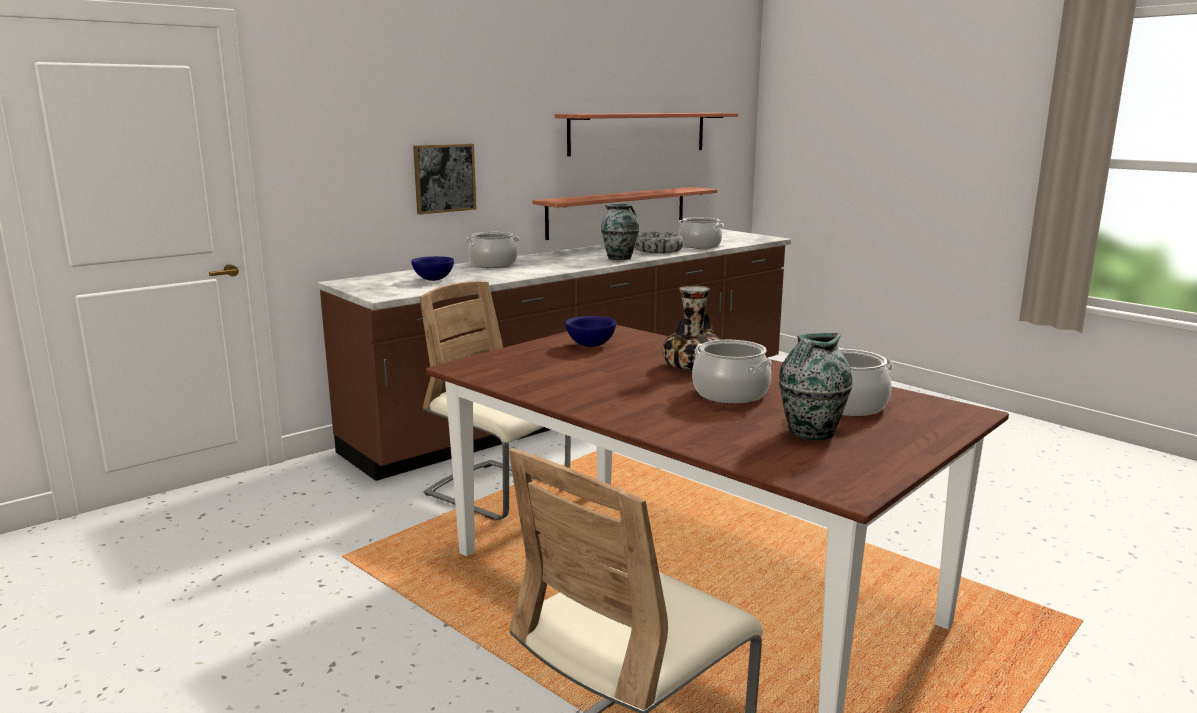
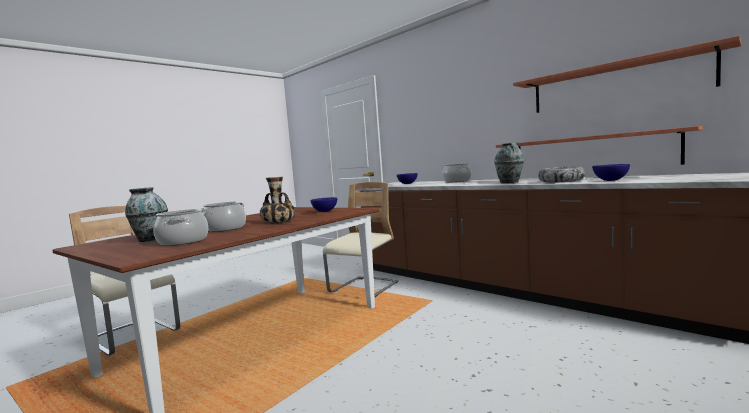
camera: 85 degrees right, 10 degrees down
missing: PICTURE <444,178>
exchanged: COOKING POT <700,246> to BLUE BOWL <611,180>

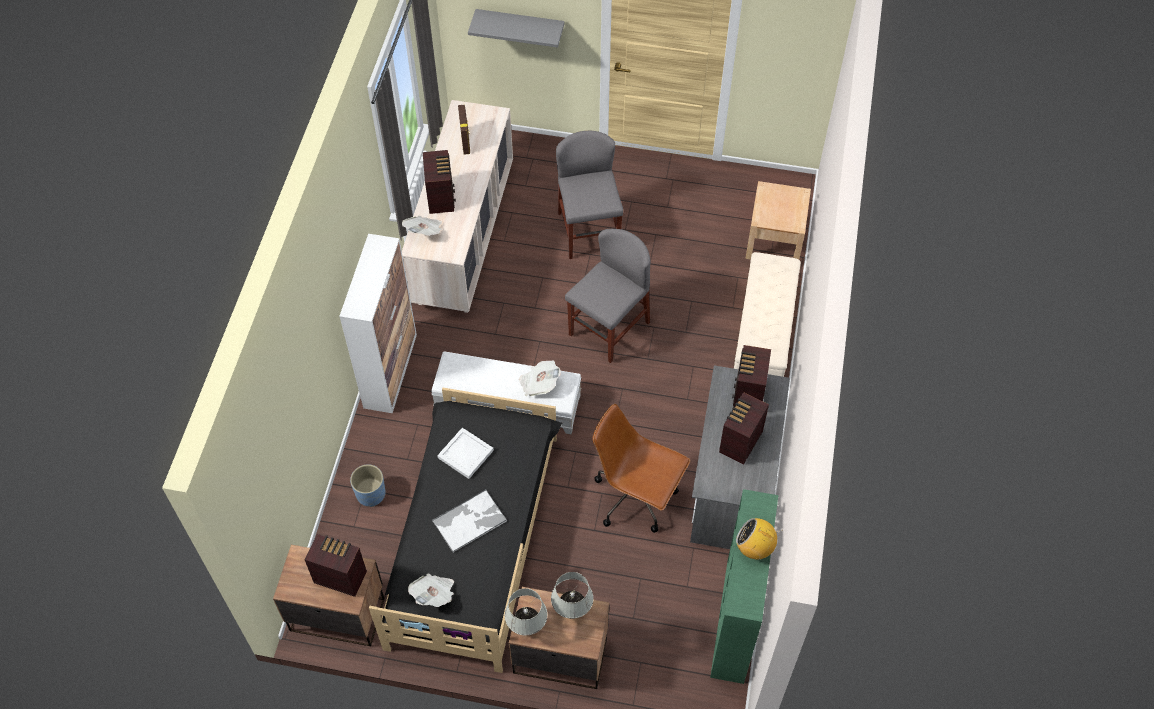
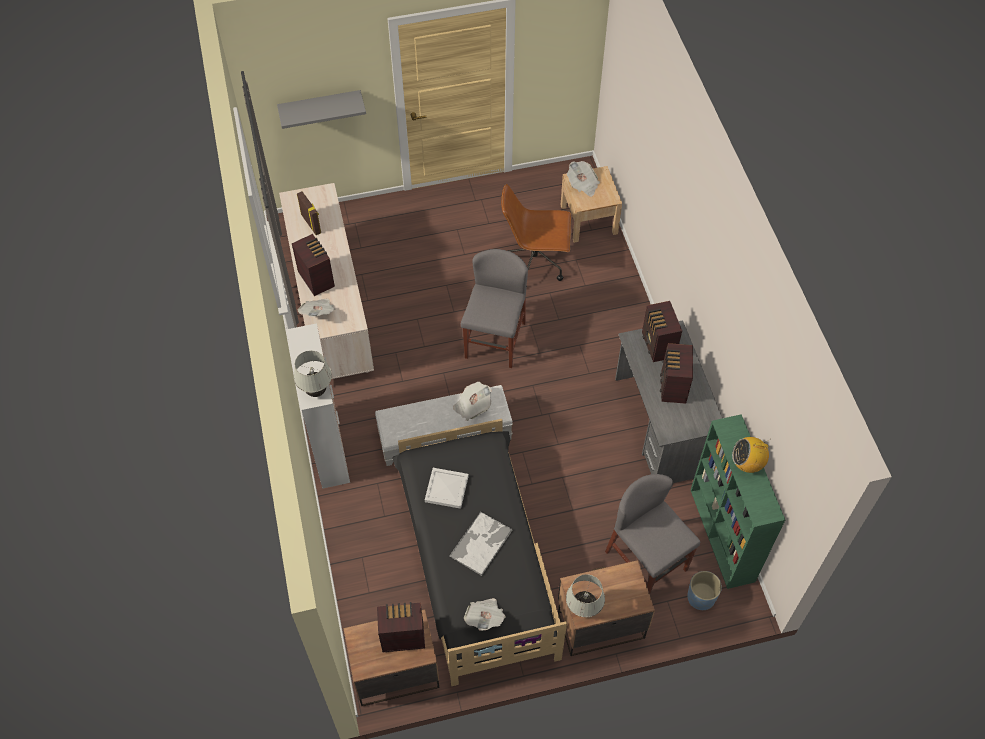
camera: 25 degrees left, 0 degrees up
missing: BEIGE BENCH <762,339>
appeared: NEWSPAPER <582,185>
relocated: GREY CHAIR <588,232> to <646,561>; BROWN OFFICE CHAIR <636,497> to <535,263>; BLUE PLANTER <370,494> to <700,597>; WHITE TABLE LAMP <572,611> to <316,391>

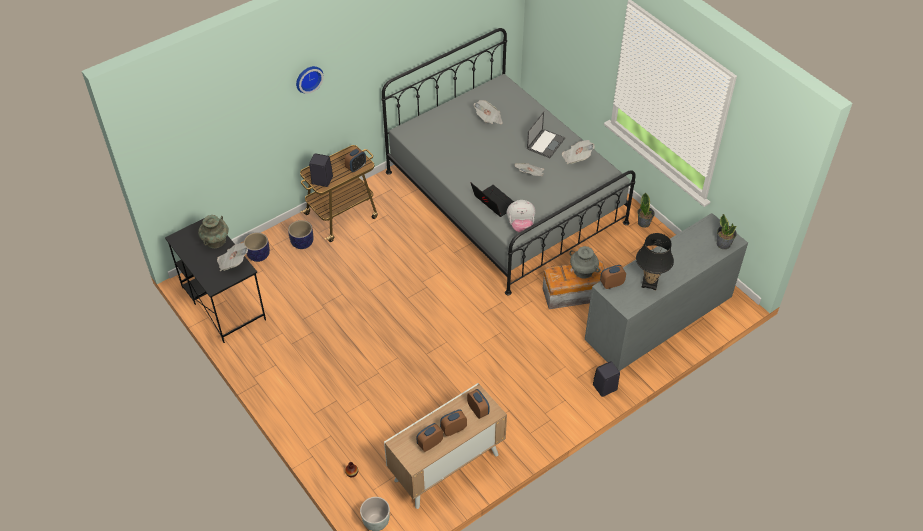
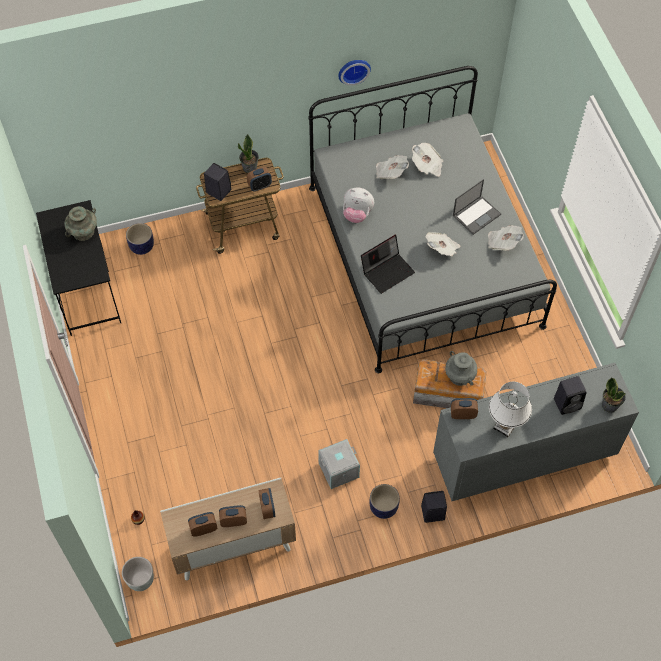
camera: 20 degrees right, 10 degrees up
appeared: BLACK SPEAKER <568,403>; GREY STORAGE BOX <338,471>
relocated: WALL CLOCK <308,78> to <353,70>; POTTED PLANT <644,223> to <250,168>; PLUSH TOY <520,226> to <357,214>; PLANTER <302,243> to <383,508>; NEWSPAPER <233,262> to <390,172>
colour: BLACK TABLE LAMP <650,283> to WHITE TABLE LAMP <505,427>
spun: LAPTOP <493,203> = <387,271> 75 degrees clockwise

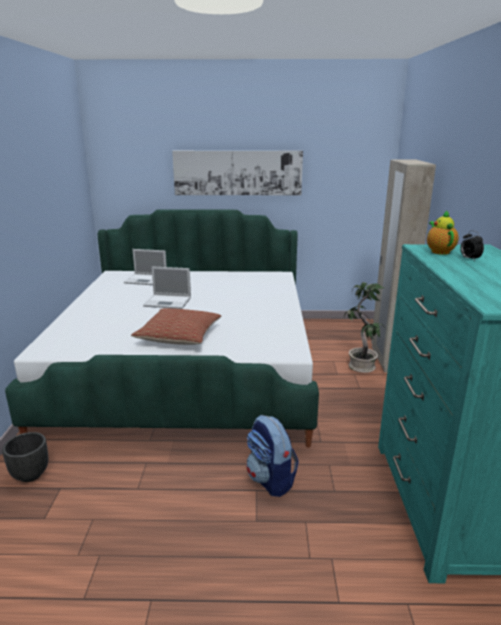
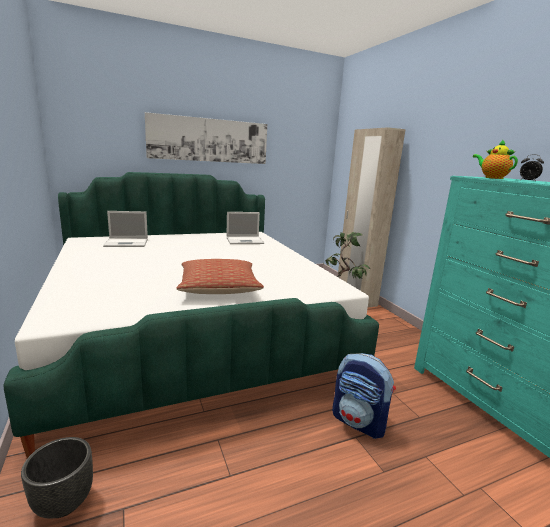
camera: 25 degrees left, 5 degrees down
relocated: LAPTOP <168,302> to <245,240>

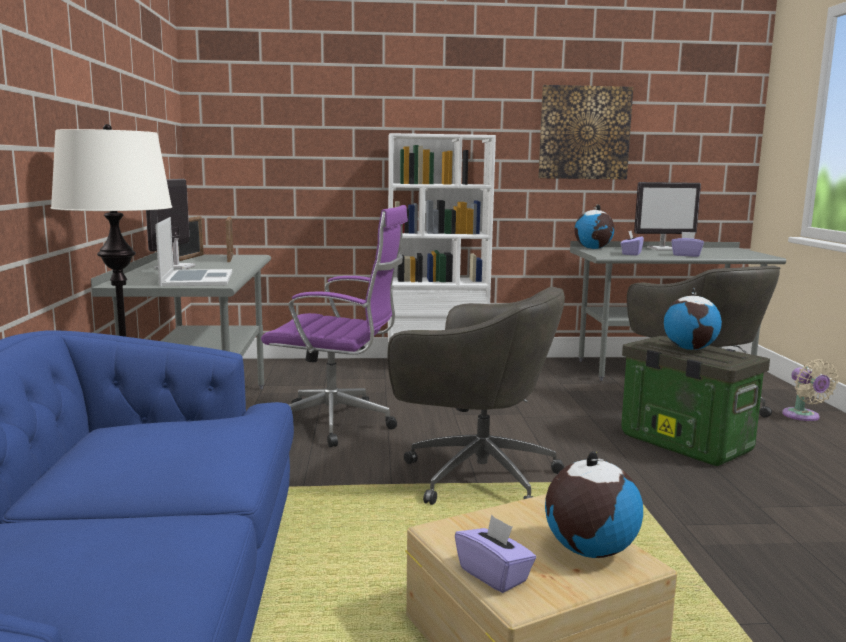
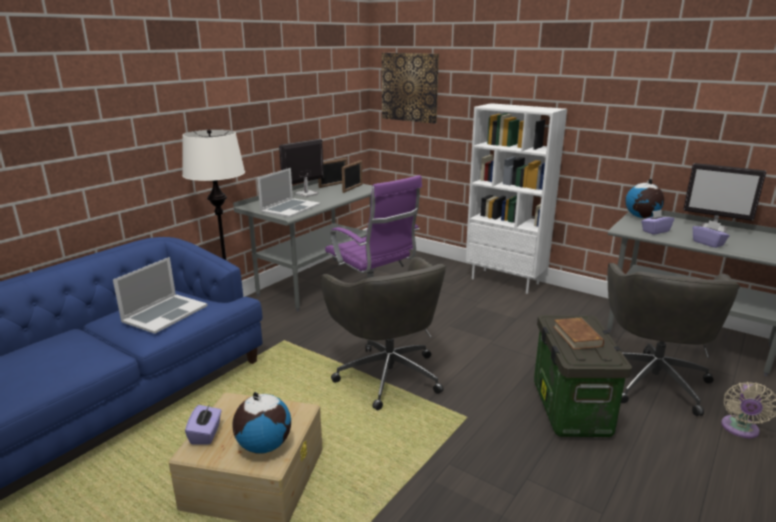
camera: 40 degrees right, 10 degrees up
appeared: LAPTOP <165,313>
relocated: PICTURE <584,133> to <410,87>
exchanged: GLOBE <690,348> to BROWN BOOK <577,336>

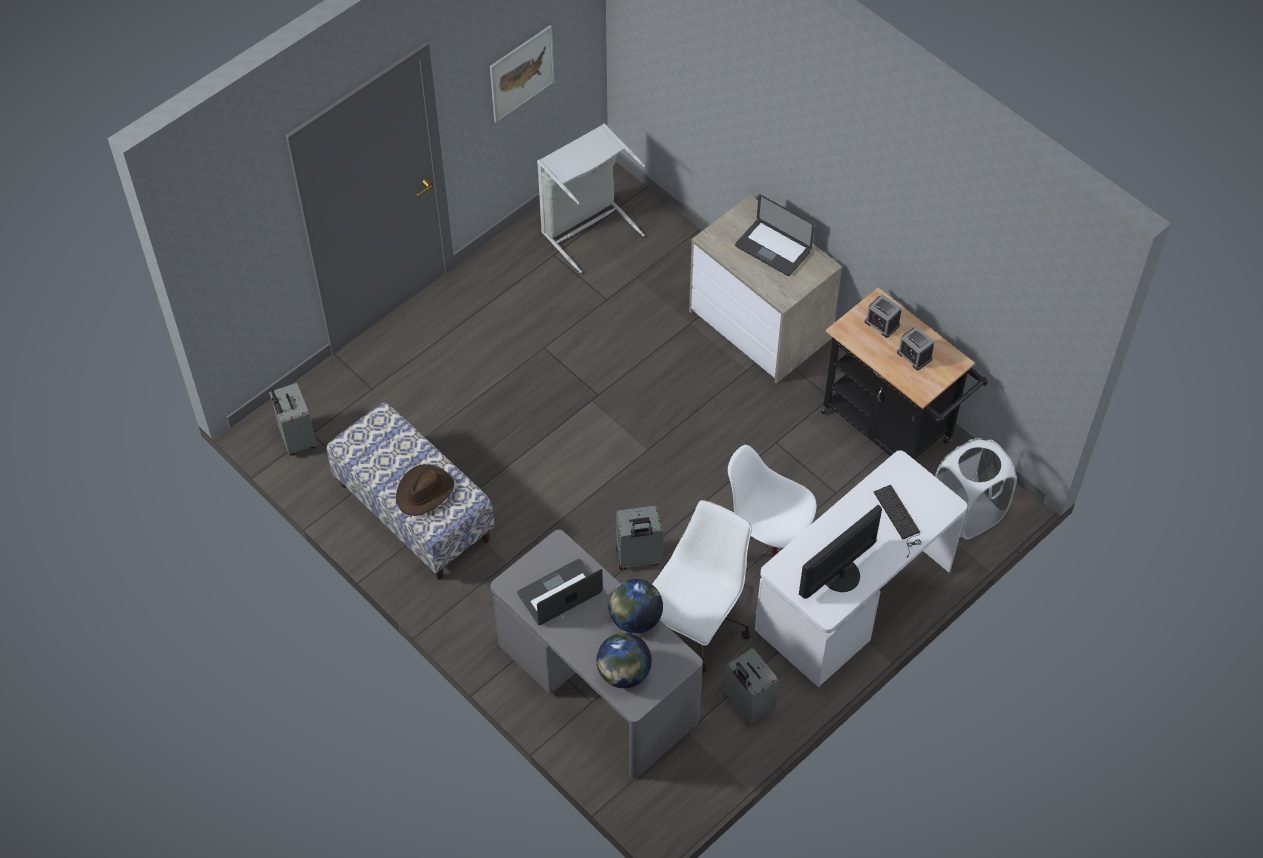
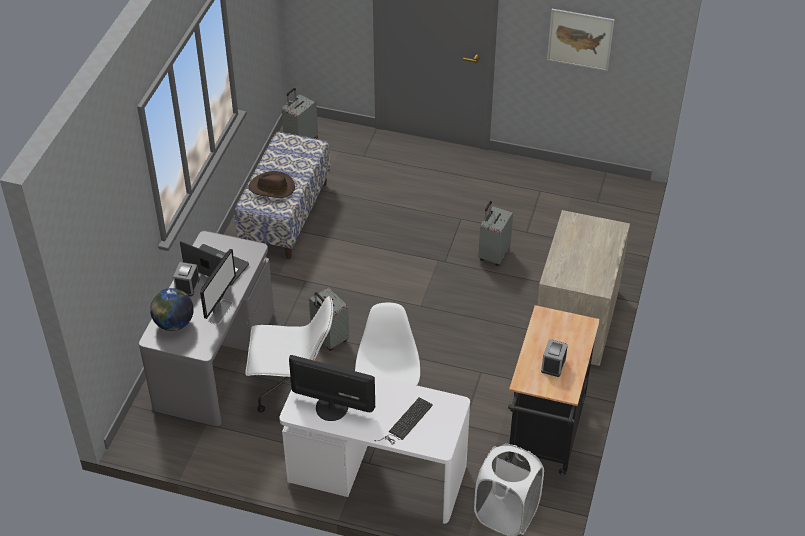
camera: 60 degrees right, 10 degrees down
missing: GREY LAUNDRY BASKET <587,227>; LAPTOP <773,249>
relocated: ALARM CLOCK <882,323> to <187,286>; GREY SUITCASE <747,704> to <493,254>
exchanged: GLOBE <635,619> to MONITOR <221,311>

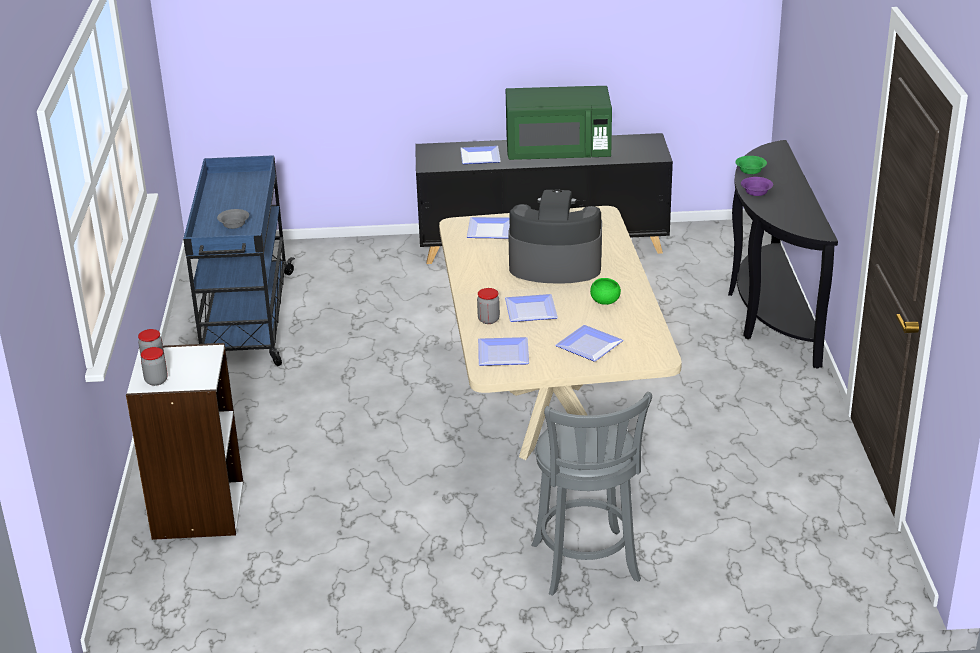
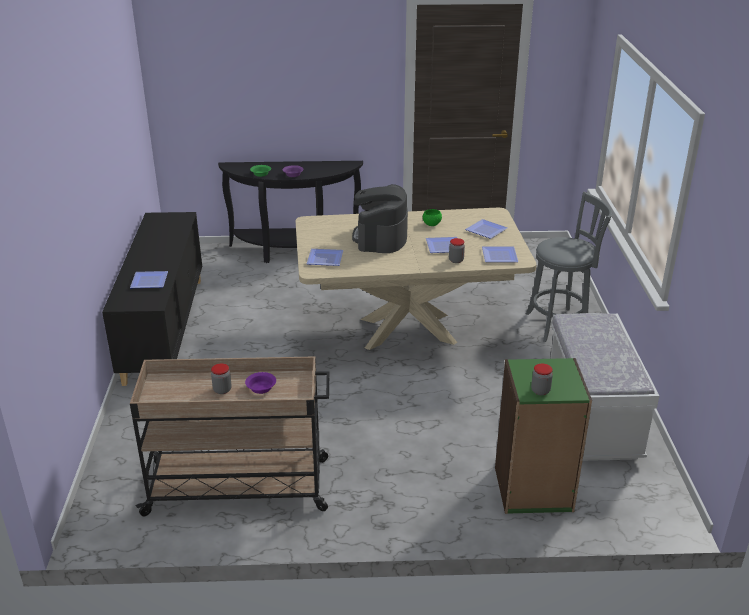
camera: 90 degrees left, 0 degrees up
missing: GREEN MICROWAVE <558,152>
appeared: WHITE BENCH <592,419>
relocated: JAR <156,380> to <222,390>
colour: BLUE CART <246,320> to BEIGE CART <240,486>; GREY BOWL <235,224> to PURPLE BOWL <261,388>; WHITE BOOKCASE <197,510> to GREEN BOOKCASE <533,490>

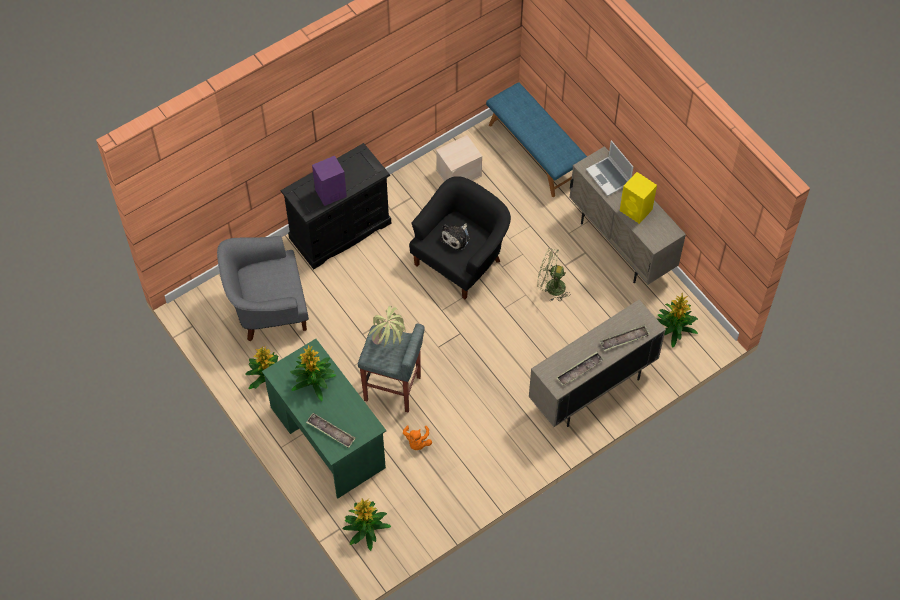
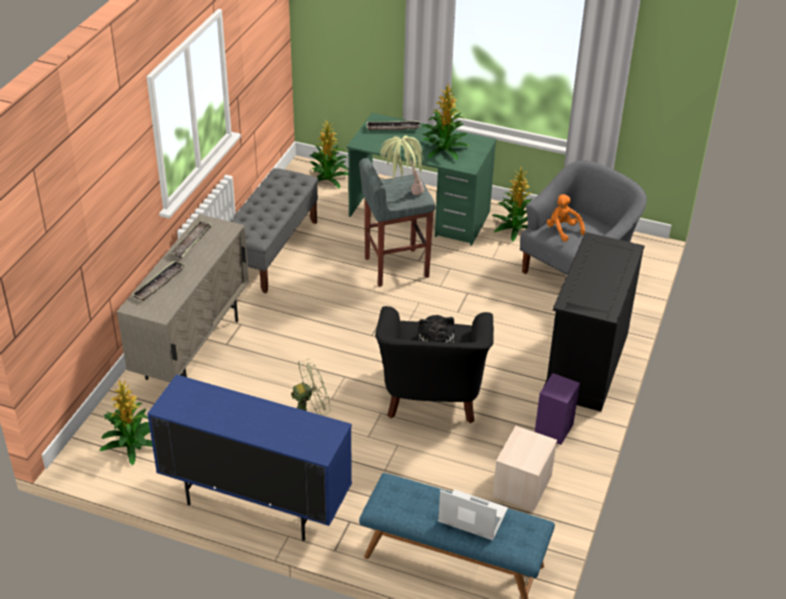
camera: 145 degrees right, 20 degrees down
missing: YELLOW SPEAKER <636,210>
appeared: GREY BENCH <271,251>
relocated: LAPTOP <609,177> to <471,517>; PURPLE SPEAKER <330,193> to <554,428>; ORANGE PLUSH TOY <417,442> to <562,230>
colour: BEIGE CABINET <621,245> to BLUE CABINET <255,504>

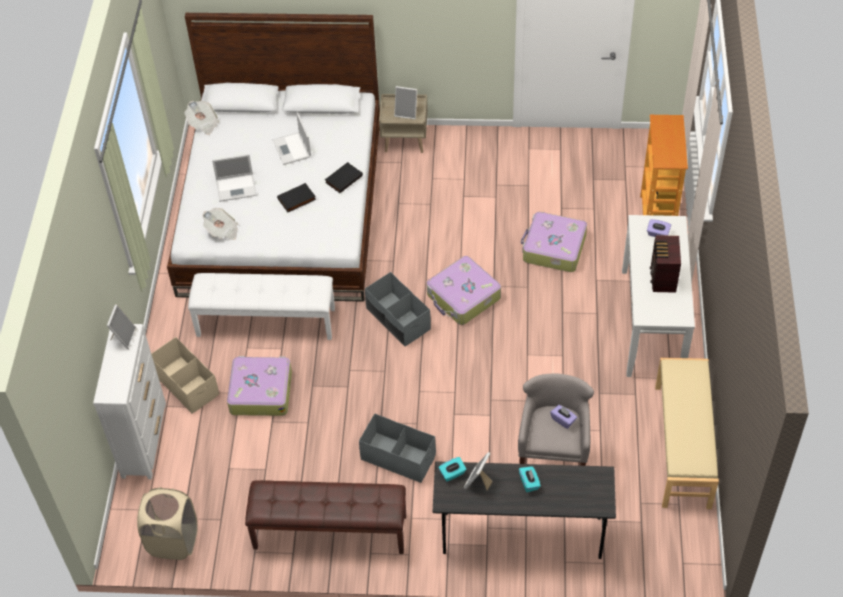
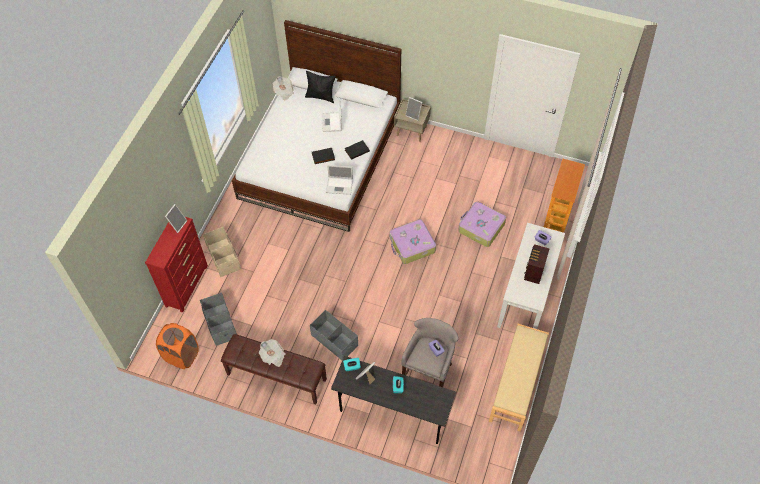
camera: 15 degrees right, 5 degrees up
missing: WHITE BENCH <266,321>; SUITCASE <260,391>
appeared: BLACK PILLOW <320,96>
relocated: LAPTOP <237,187> to <340,185>; NEWSPAPER <222,231> to <273,356>; GREY STORAGE BOX <398,319> to <220,324>
colour: WHITE DRESSER <144,439> to RED DRESSER <187,285>; BEIGE LAUNDRY BASKET <173,541> to ORANGE LAUNDRY BASKET <182,355>

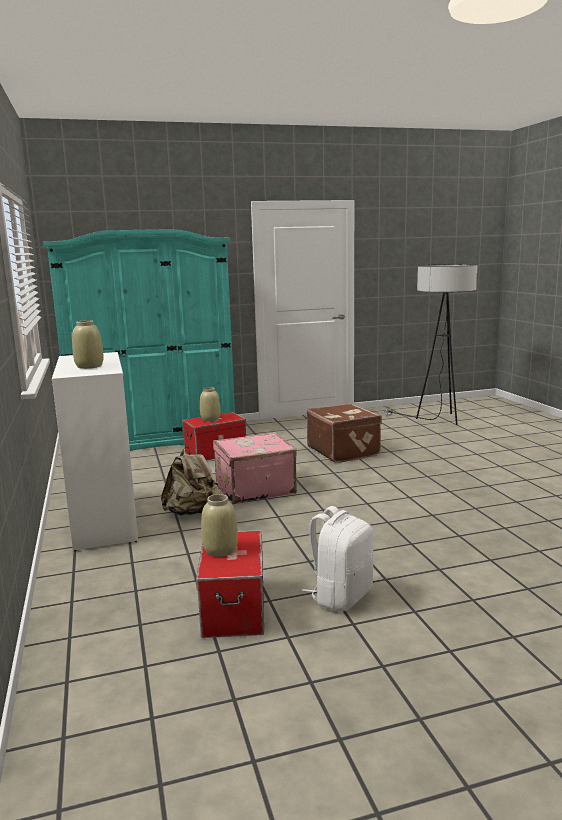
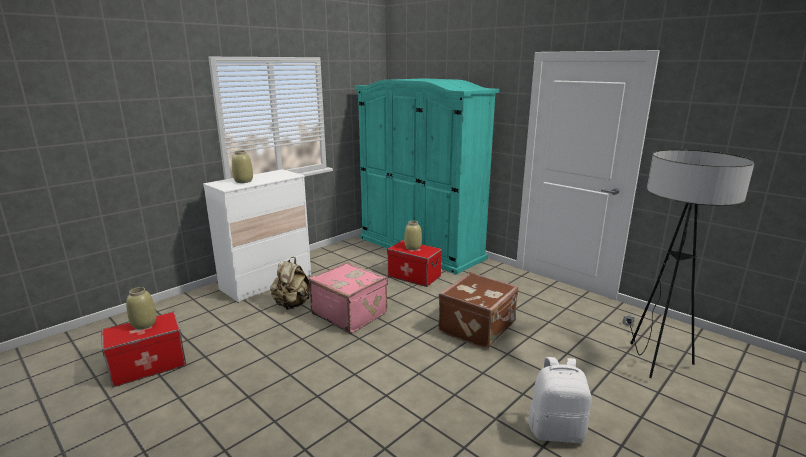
camera: 60 degrees right, 5 degrees up
relocated: WHITE BACKPACK <340,596> to <556,431>

